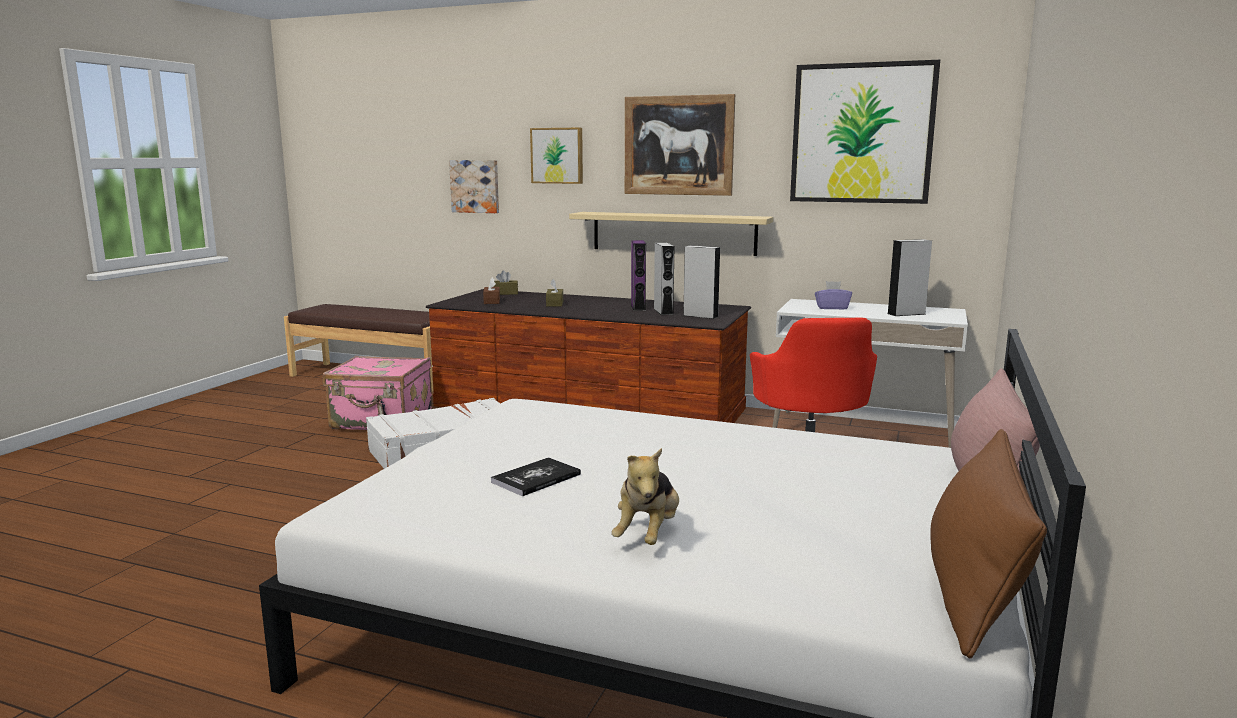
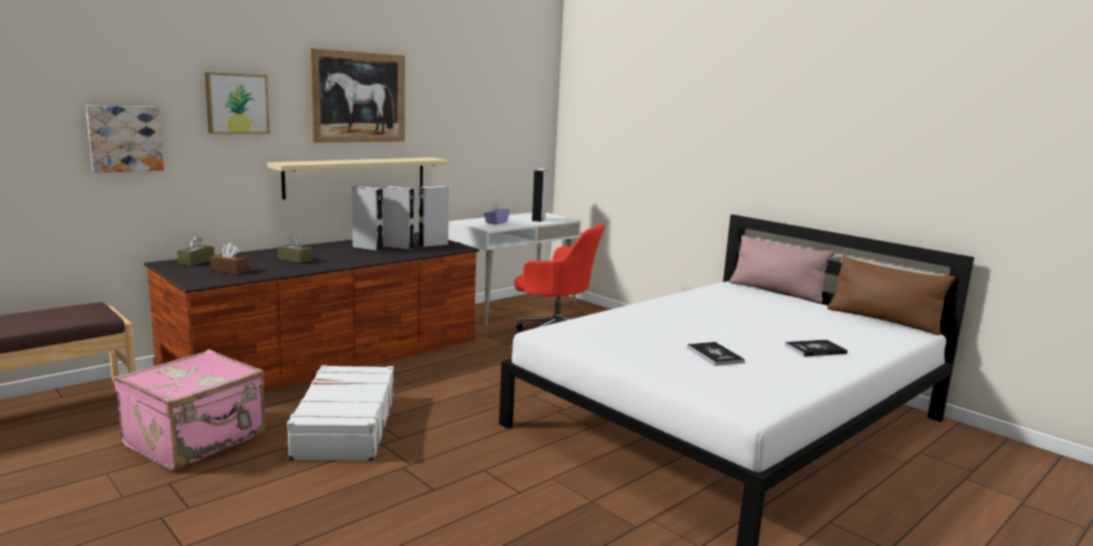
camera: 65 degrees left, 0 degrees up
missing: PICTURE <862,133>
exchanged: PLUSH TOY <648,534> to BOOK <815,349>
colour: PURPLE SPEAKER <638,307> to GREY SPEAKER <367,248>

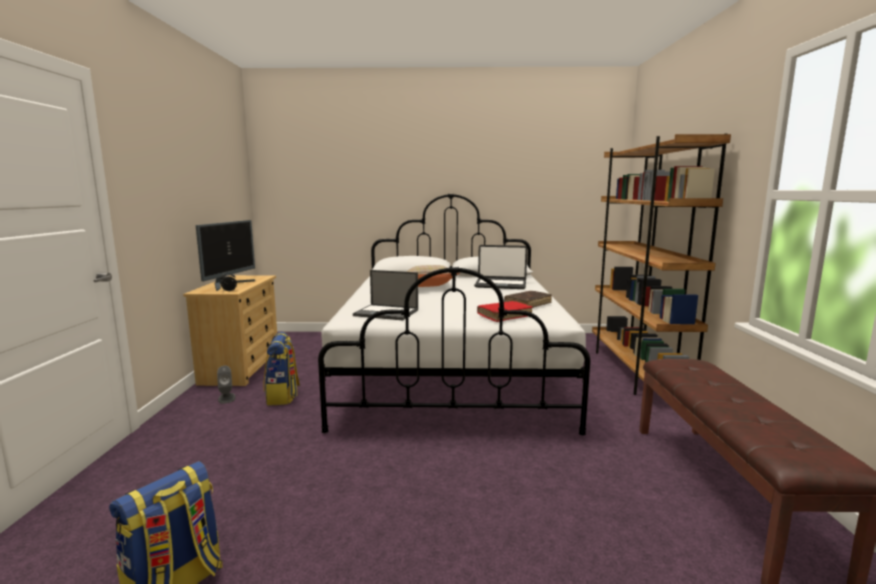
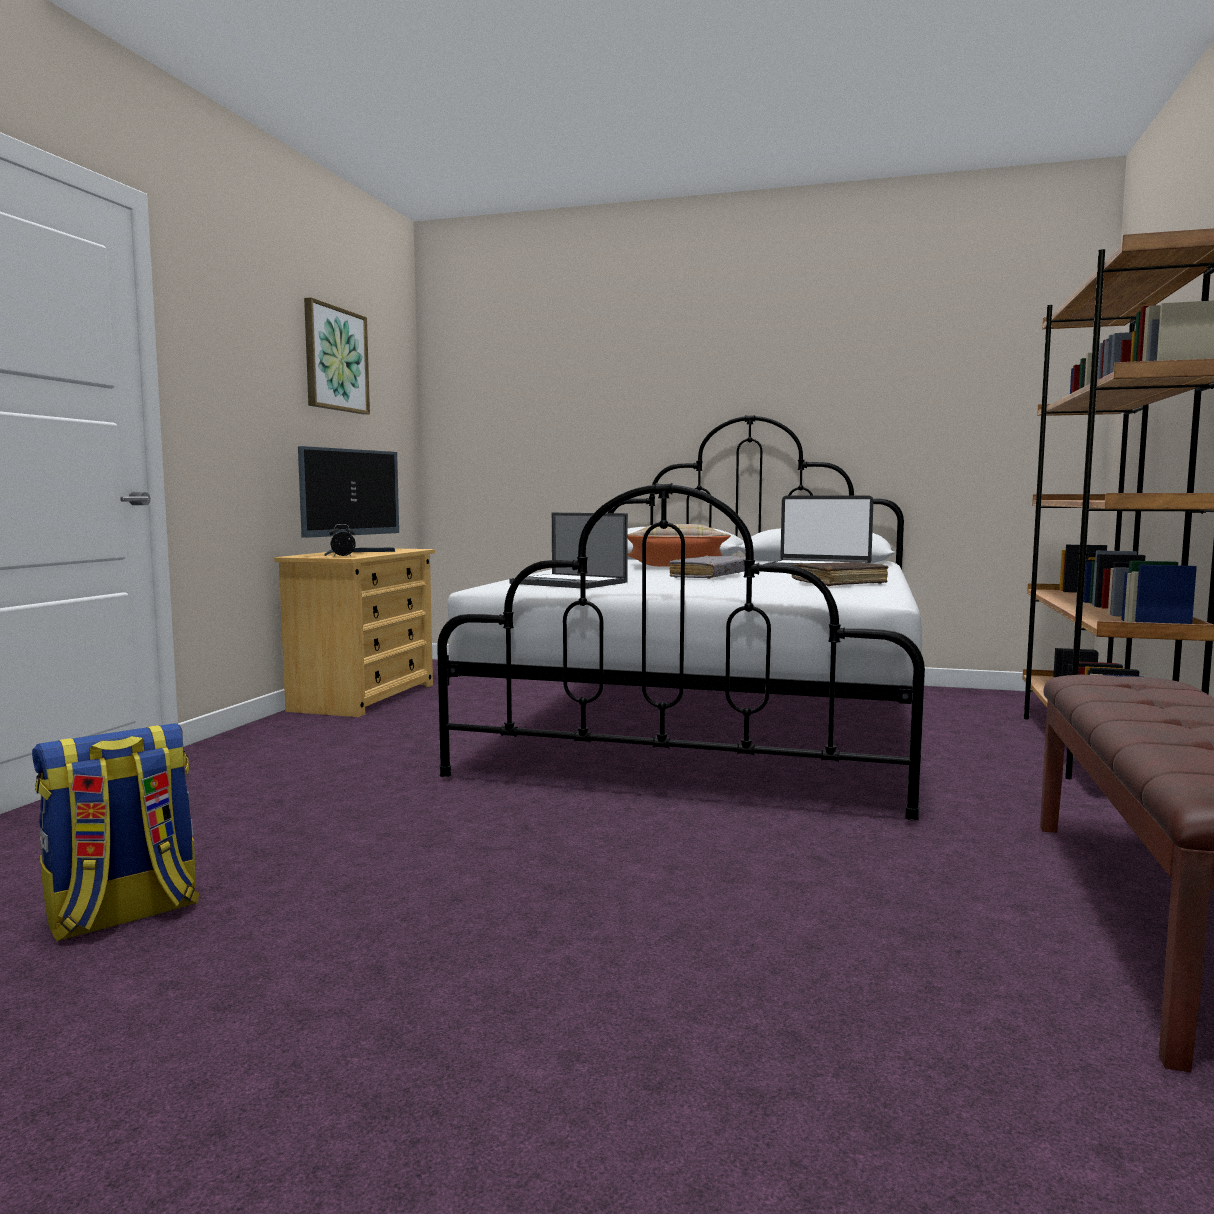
camera: 15 degrees right, 5 degrees down
missing: RED BOOK <504,316>; BACKPACK <283,396>; GREY SPEAKER <226,398>
appeared: PICTURE <335,359>; GREY BOOK <708,576>

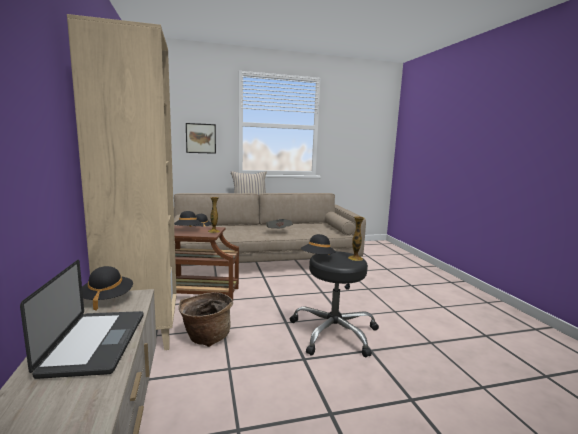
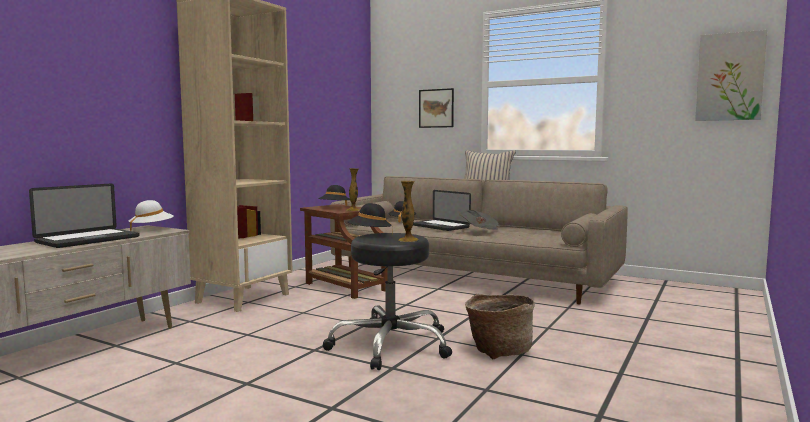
camera: 45 degrees right, 5 degrees down
appeared: PICTURE <730,77>; LAPTOP <440,226>
relocated: BASKET <206,337> to <498,351>
colour: BLACK HAT <107,299> to WHITE HAT <152,229>

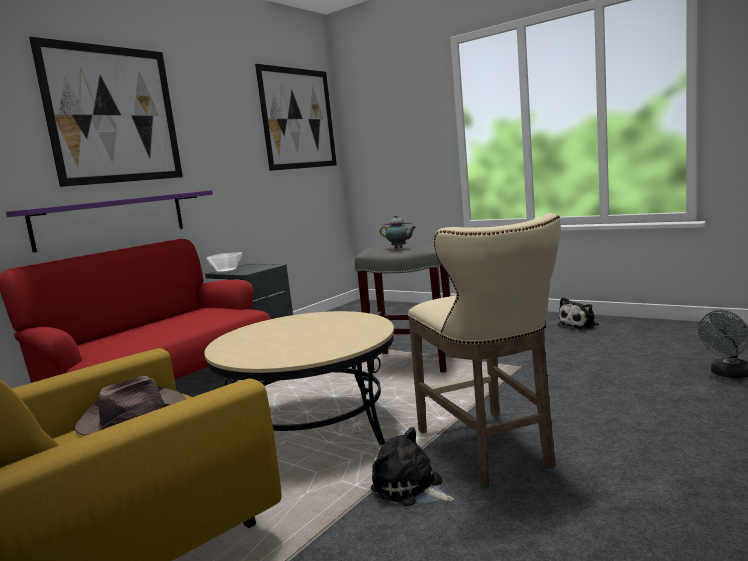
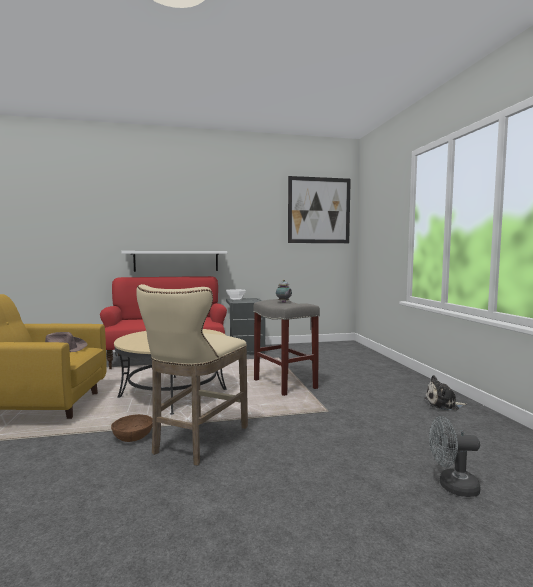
camera: 40 degrees right, 5 degrees down
missing: PICTURE <114,115>
exchanged: PLUSH TOY <410,488> to BROWN BOWL <132,437>
colour: PURPLE SHELF <111,220> to WHITE SHELF <176,261>

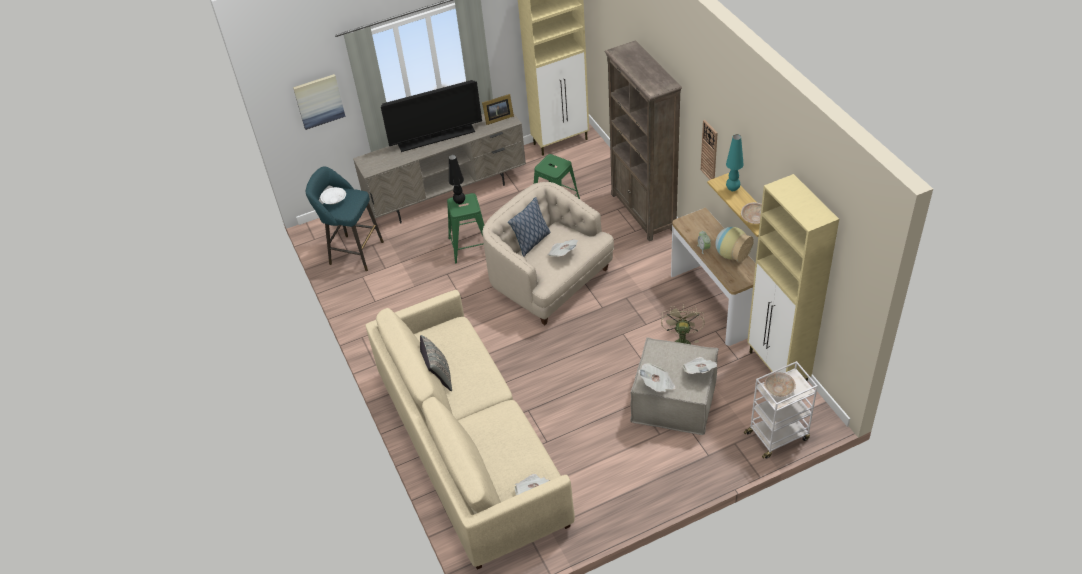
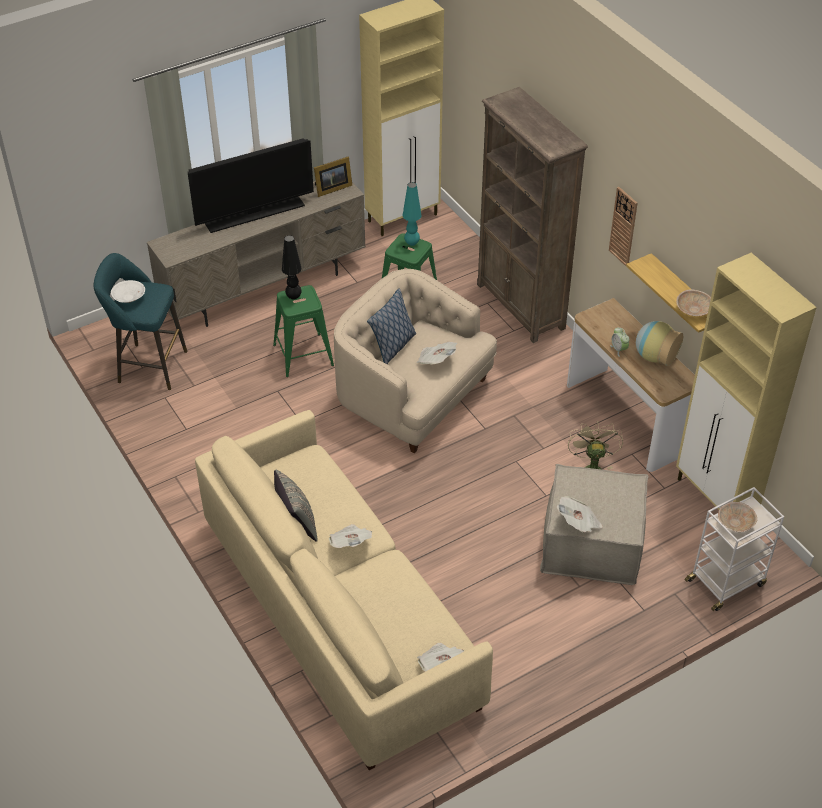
camera: 10 degrees left, 0 degrees up
missing: PICTURE <319,101>
relocated: TURQUOISE TABLE LAMP <732,189> to <411,243>; NEWSPAPER <699,371> to <350,543>

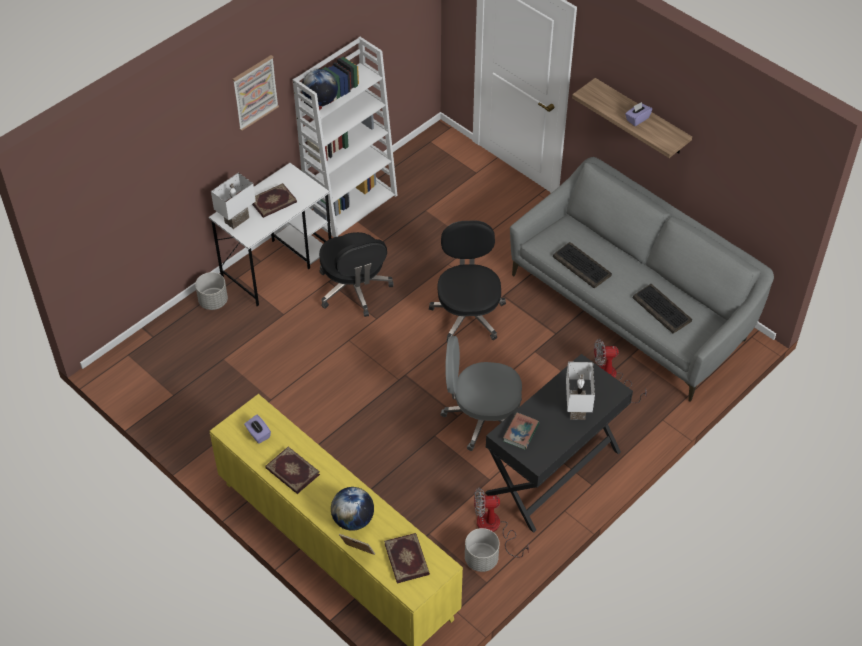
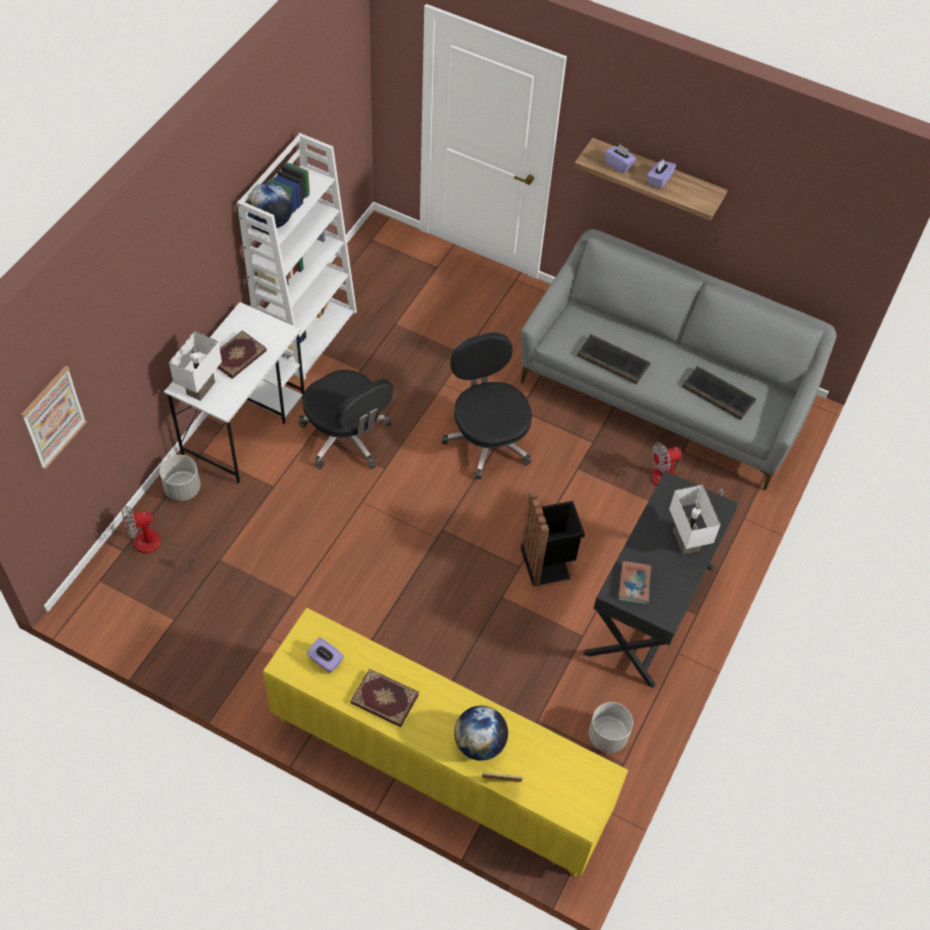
camera: 20 degrees left, 5 degrees up
missing: BOOK <407,559>
appeared: PURPLE TISSUE BOX <619,165>
relocated: PICTURE <255,92> to <53,417>; FAN <494,528> to <155,547>
exchanged: GREY OFFICE CHAIR <482,418> to BLACK TRASH CAN <547,562>

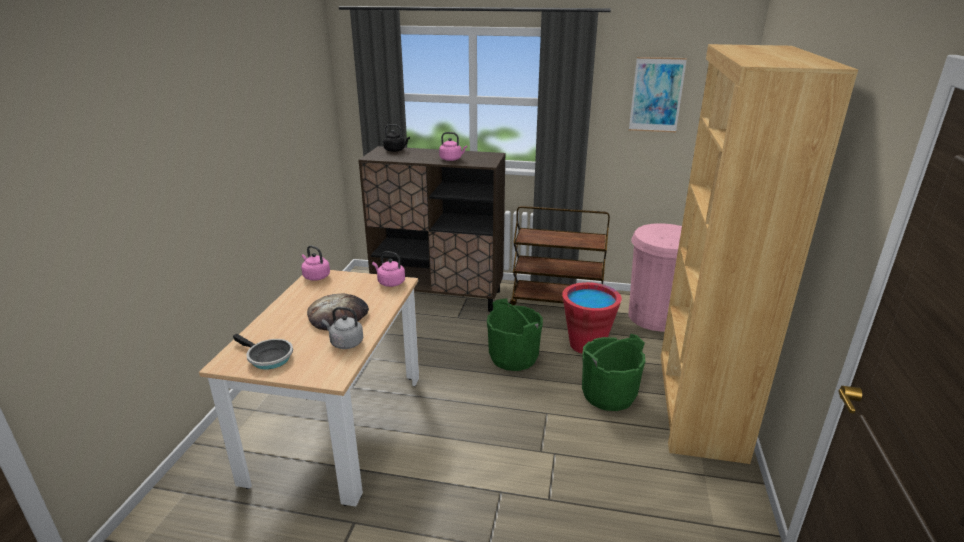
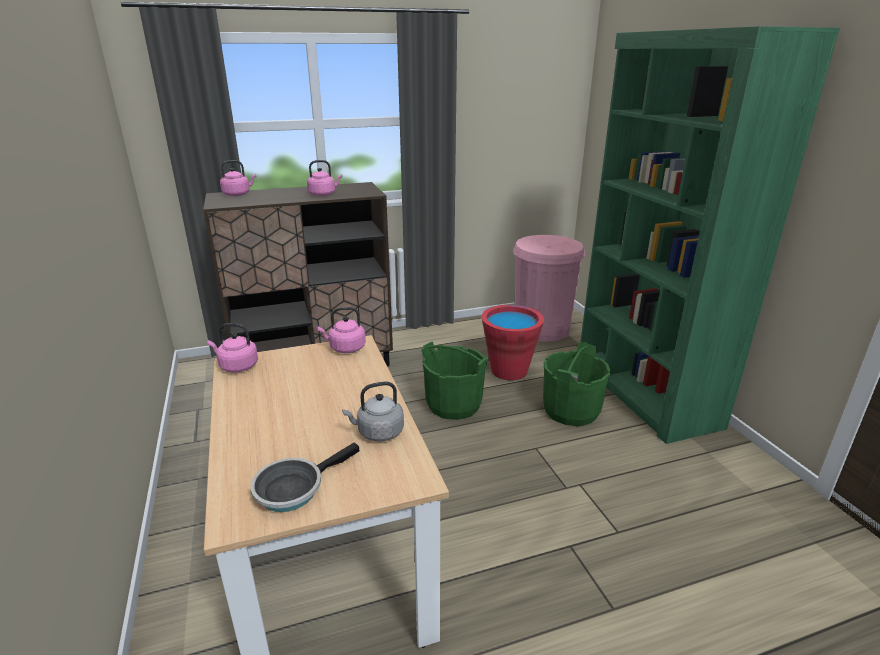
camera: 30 degrees left, 0 degrees up
missing: PICTURE <656,95>; BROWN CART <556,302>; BREAD <338,315>
colour: BROWN BOOKCASE <698,403> to GREEN BOOKCASE <644,392>; BLACK KETTLE <396,150> to PINK KETTLE <238,194>
spun: FRYING PAN <267,358> = <294,488> 135 degrees clockwise

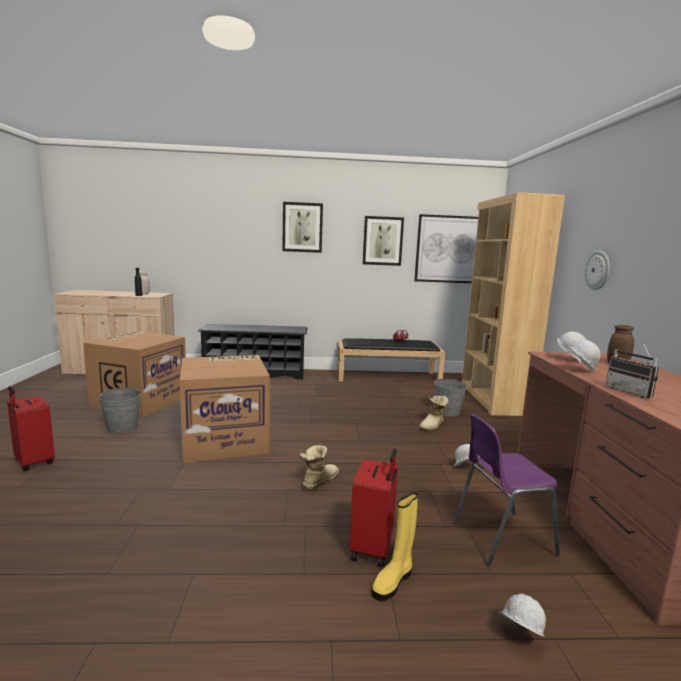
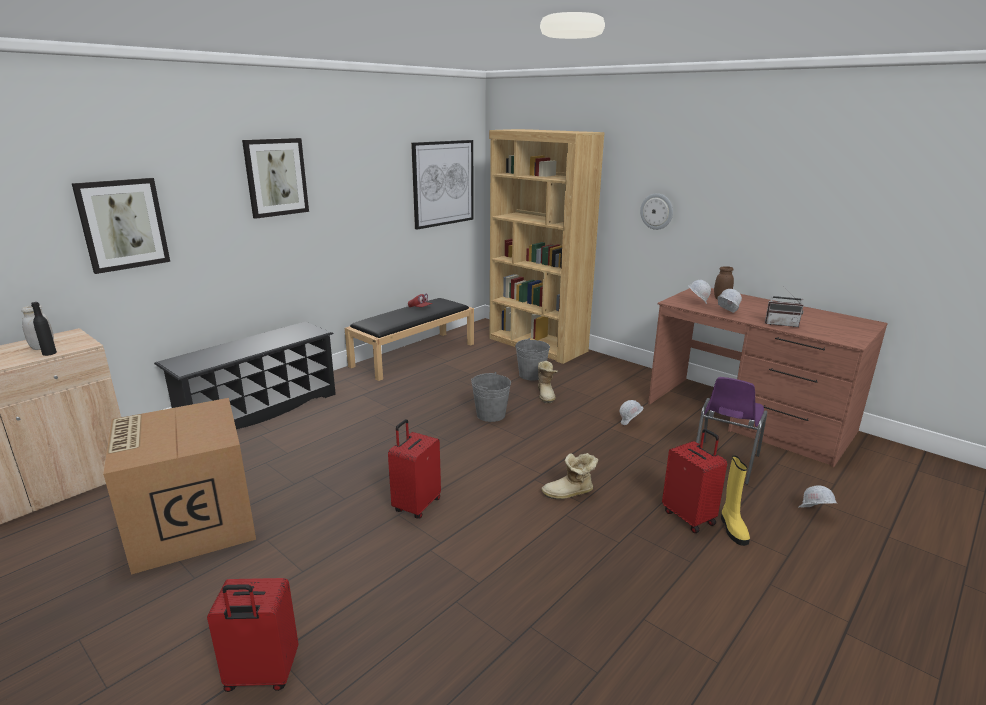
camera: 45 degrees left, 10 degrees up
relocated: PICTURE <382,241> to <123,224>; GREY BUCKET <122,427> to <490,415>
exchanged: CARDBOARD BOX <226,439> to RED SUITCASE <416,505>
spun: BOOT <318,481> = <569,493> 90 degrees counterclockwise

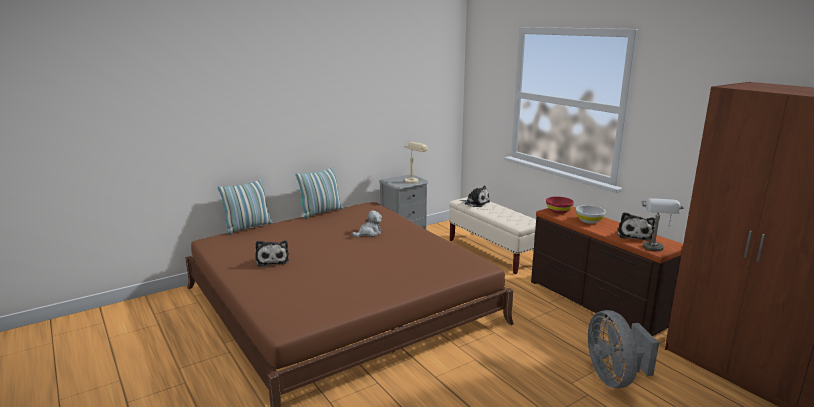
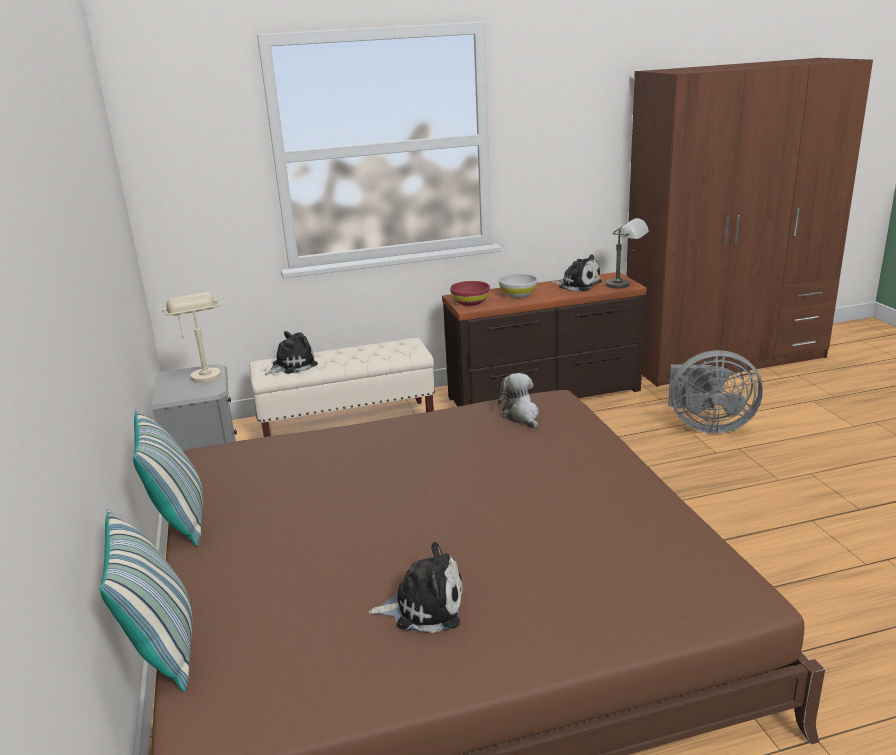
camera: 70 degrees left, 5 degrees up
relocated: PLUSH TOY <369,233> to <521,416>

